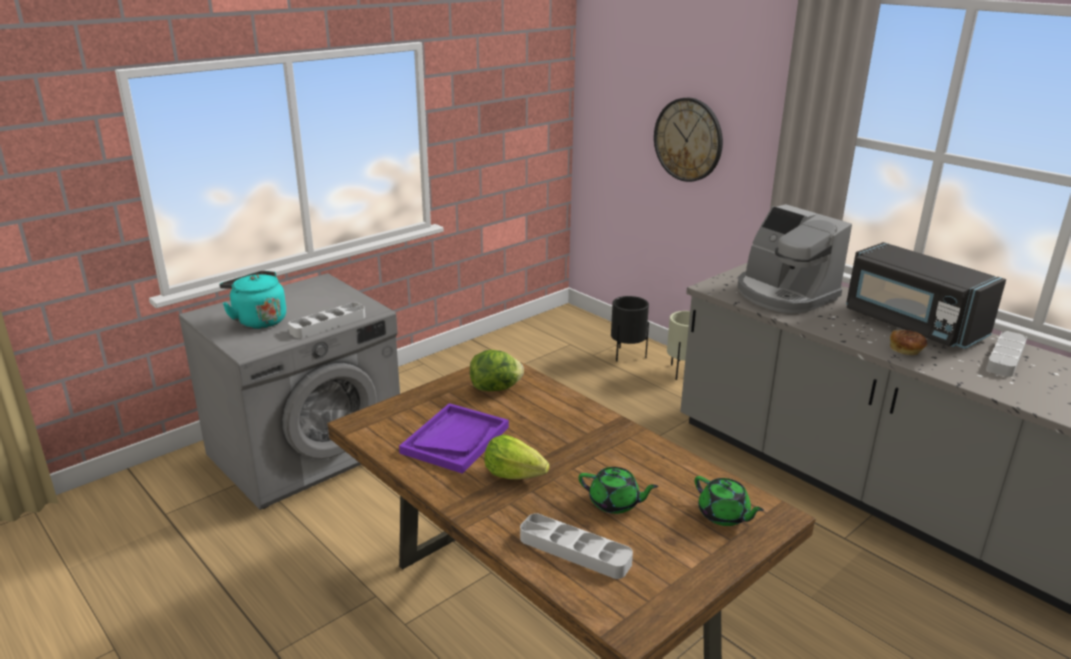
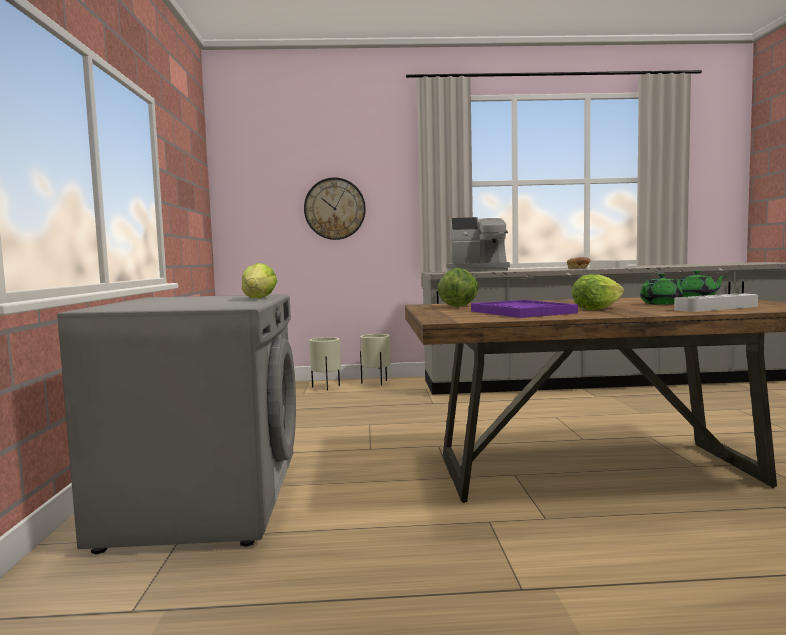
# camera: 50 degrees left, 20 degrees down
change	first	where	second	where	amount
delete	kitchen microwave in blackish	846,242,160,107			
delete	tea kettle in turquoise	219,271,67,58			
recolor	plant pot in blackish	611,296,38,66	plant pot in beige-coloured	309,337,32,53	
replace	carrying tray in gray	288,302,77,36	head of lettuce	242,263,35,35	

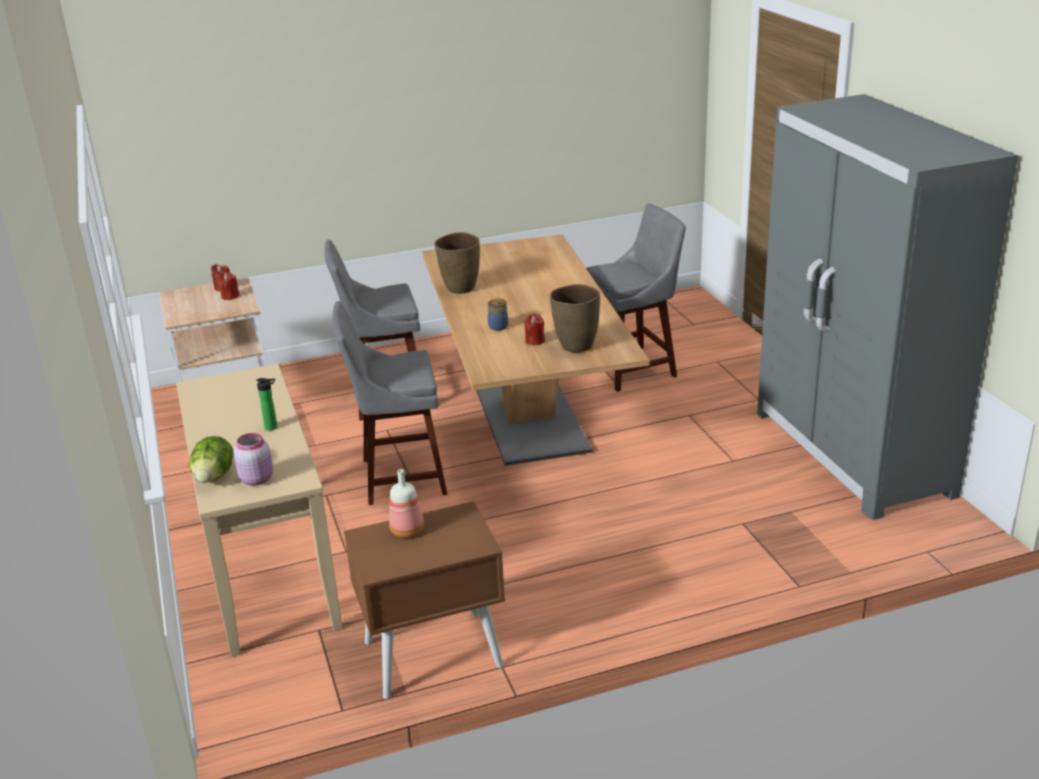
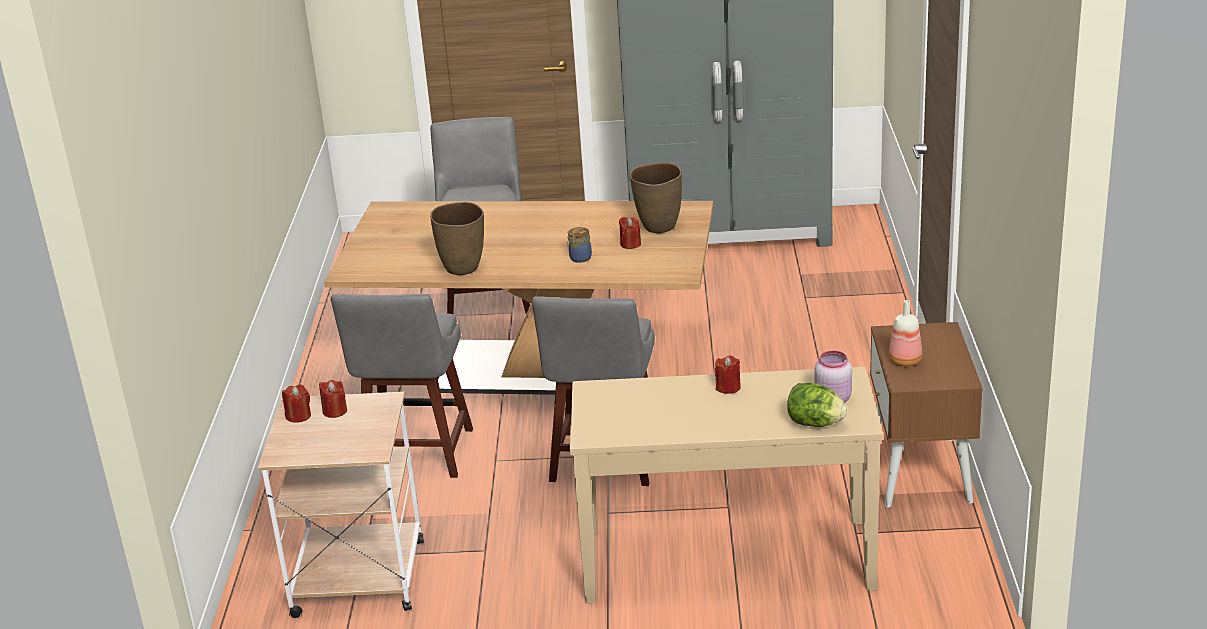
# camera: 70 degrees left, 0 degrees up
change	first	where	second	where	amount
replace	beverage bottle	256,378,21,52	candle in reddish	715,356,26,38	

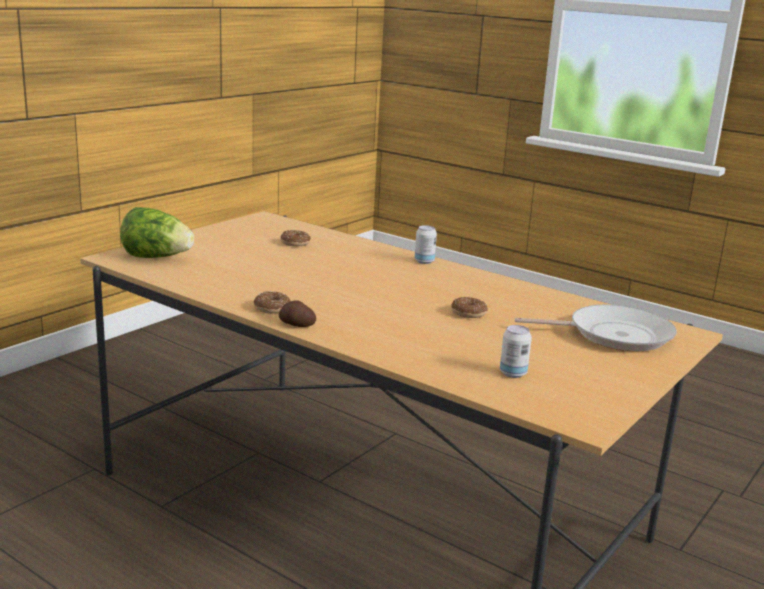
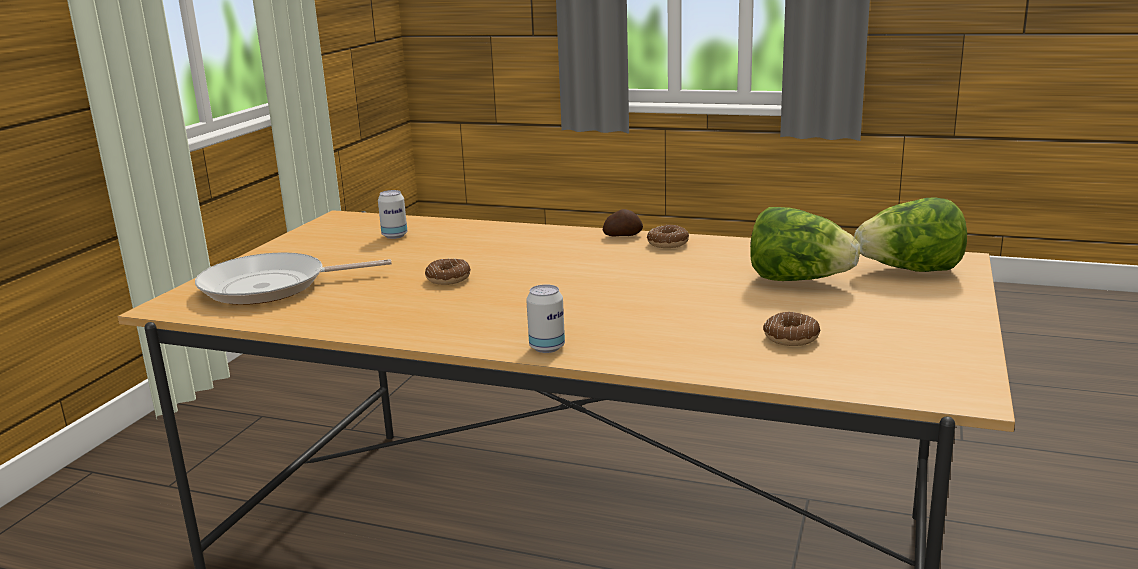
# camera: 165 degrees right, 0 degrees up
change	first	where	second	where	amount
insert			head of lettuce	750,207,110,74	

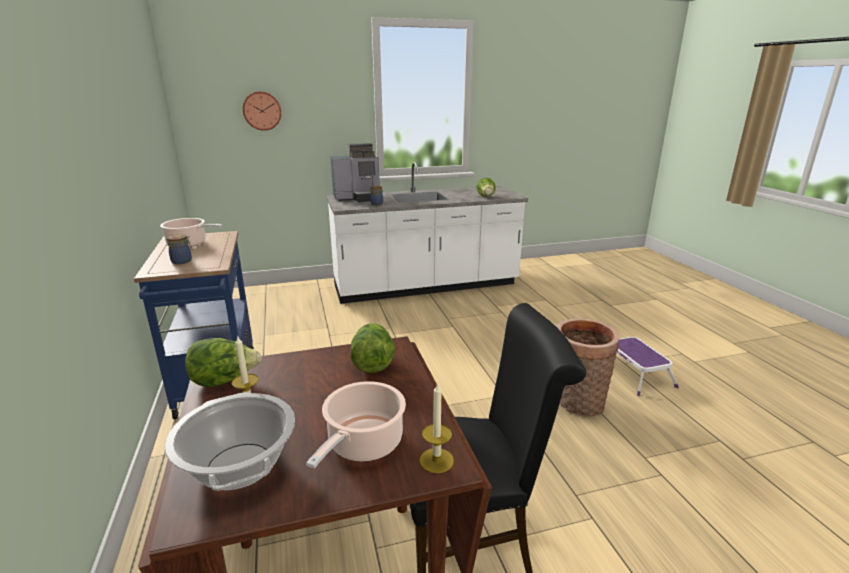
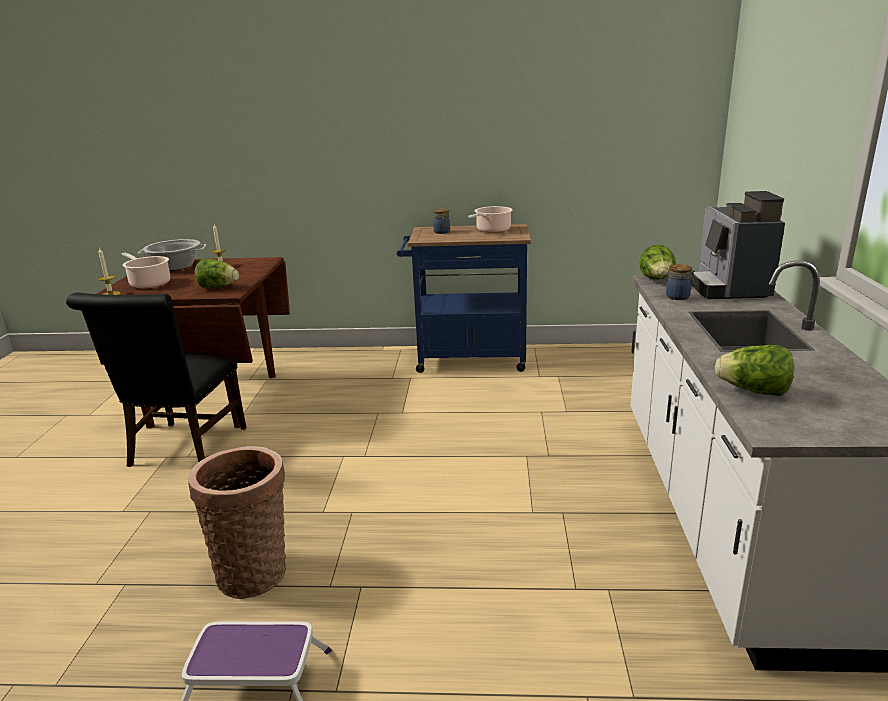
# camera: 110 degrees right, 0 degrees up
change	first	where	second	where	amount
delete	wall clock	243,91,39,40			
move	head of lettuce	185,338,77,49		639,244,37,36	

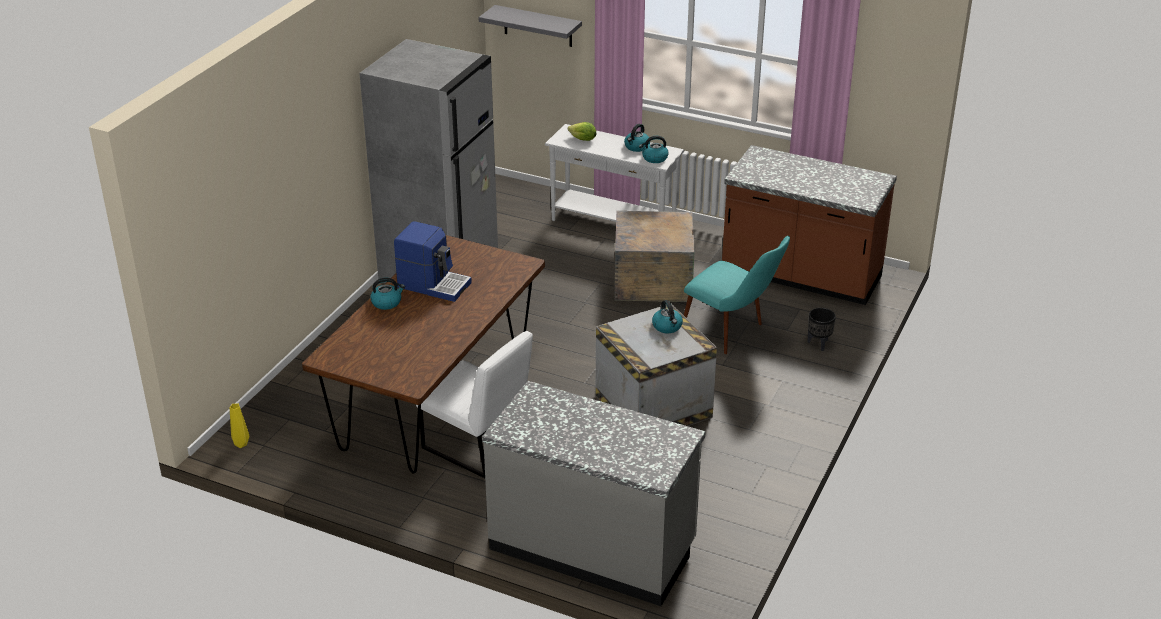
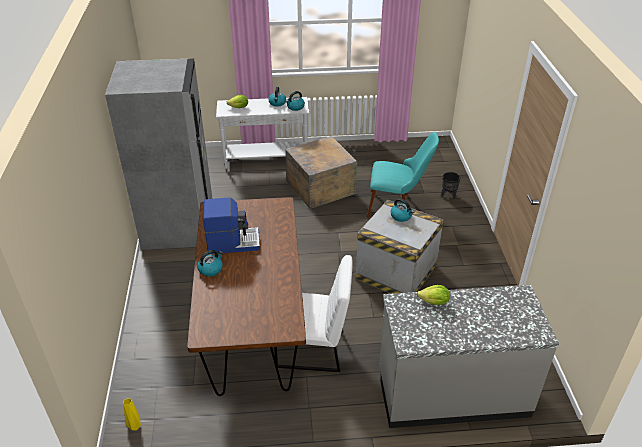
# camera: 30 degrees left, 5 degrees up
change	first	where	second	where	amount
delete	wall shelf in gray	479,5,103,42			
delete	counter in brown	722,145,175,160			
insert			head of lettuce	417,285,33,20	

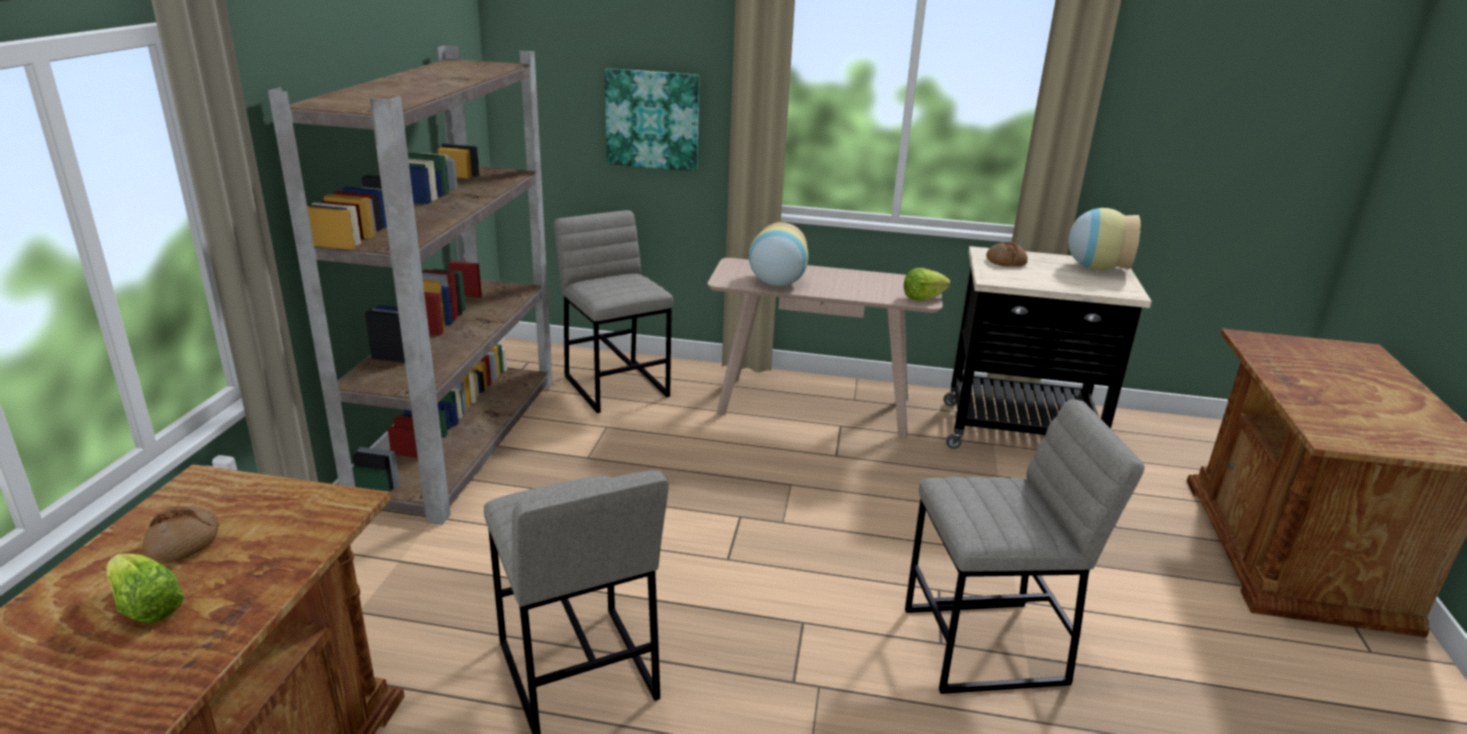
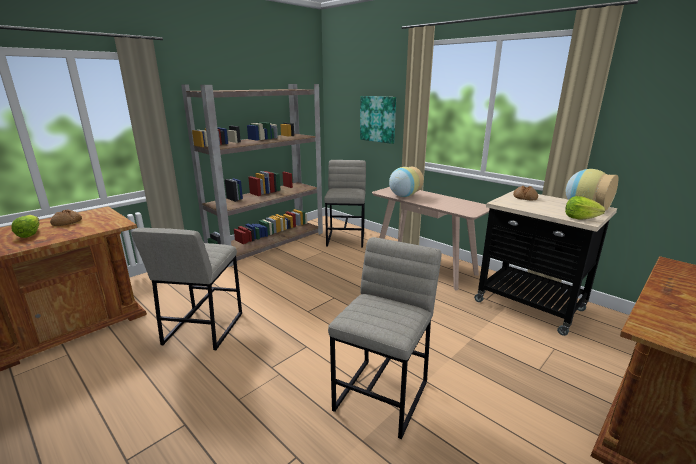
# camera: 35 degrees right, 5 degrees down
change	first	where	second	where	amount
move	head of lettuce	904,268,47,33		565,196,40,24	
rotate	upright chair in gray	905,399,240,295		328,237,114,202	90 degrees counterclockwise

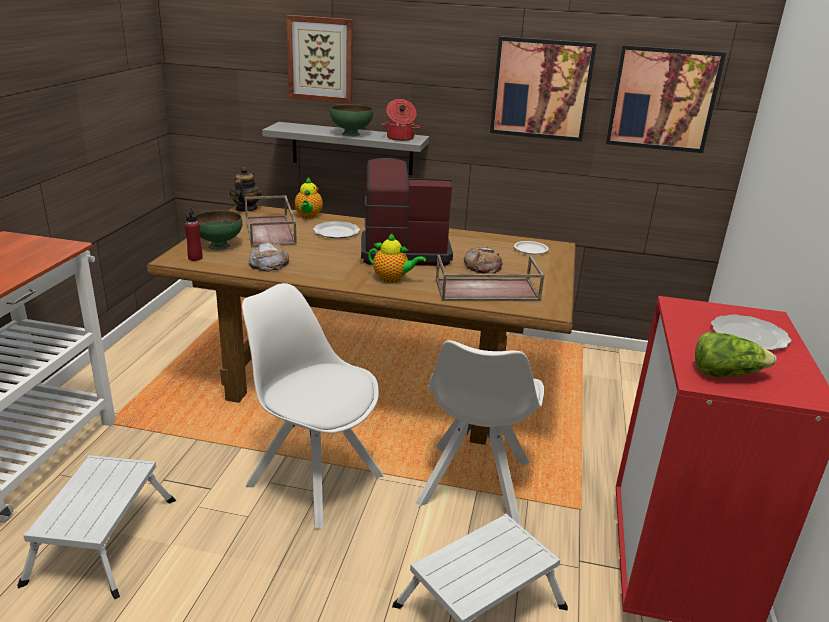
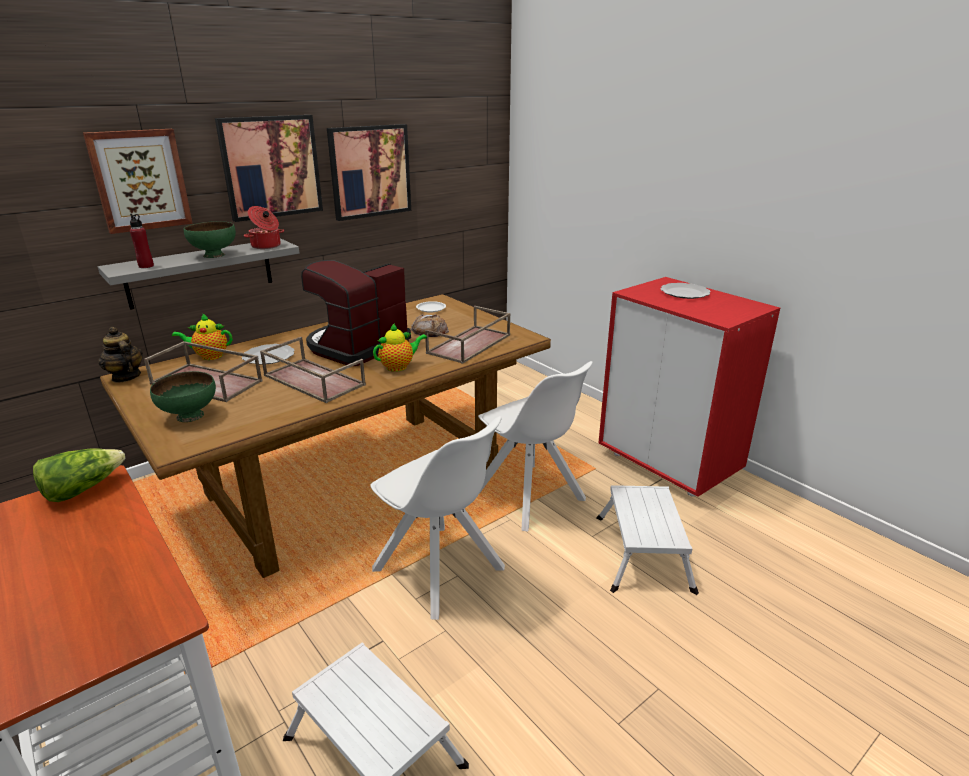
# camera: 50 degrees left, 0 degrees up
change	first	where	second	where	amount
move	wall picture	606,45,120,108		215,115,108,107	
rotate	teapot	295,178,28,41		172,313,60,47	135 degrees clockwise
move	beverage bottle in reddish	185,208,18,53		130,214,24,54	
delete	bakery bread	248,242,43,30			
rotate	upright chair in whitish	242,283,142,246		370,416,135,204	120 degrees counterclockwise
move	head of lettuce	695,332,82,45		33,448,92,54	
insert			carrying tray in brown	260,337,106,66	

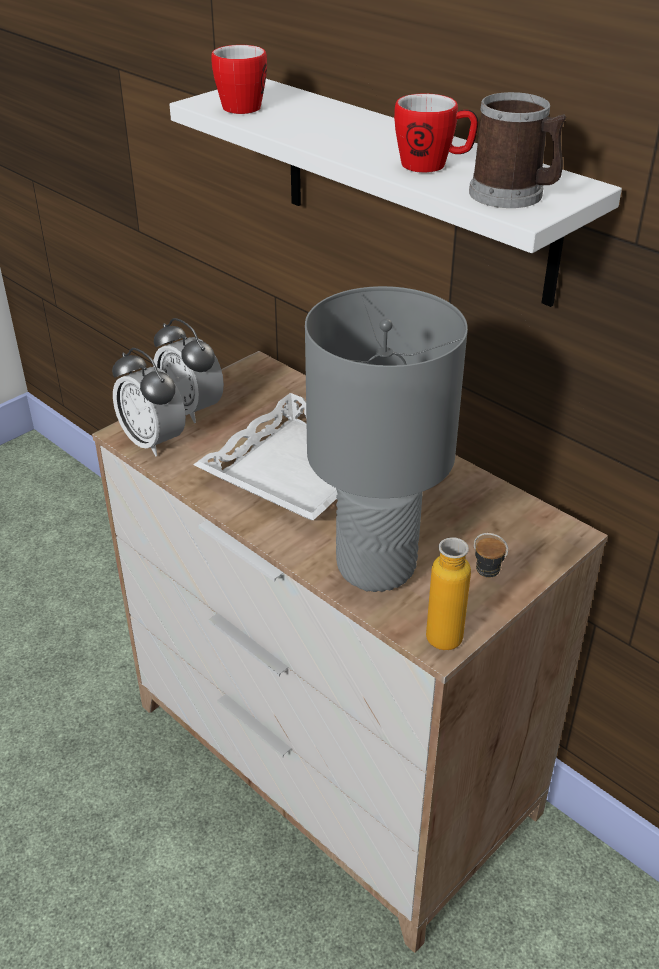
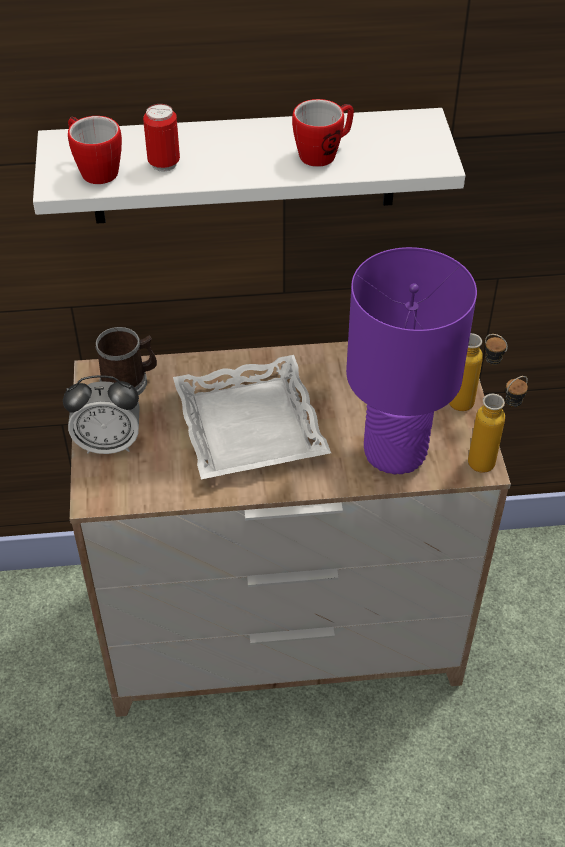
# camera: 50 degrees left, 10 degrees up
change	first	where	second	where	amount
move	coffee mug	469,92,97,116		95,327,62,68	
recolor	lamp for a table in gray	305,286,163,306	lamp for a table in purple-coloured	346,247,131,227	
delete	table clock	112,348,74,109			
insert			sealed can	143,104,37,68	
insert			beverage bottle	449,333,59,78	

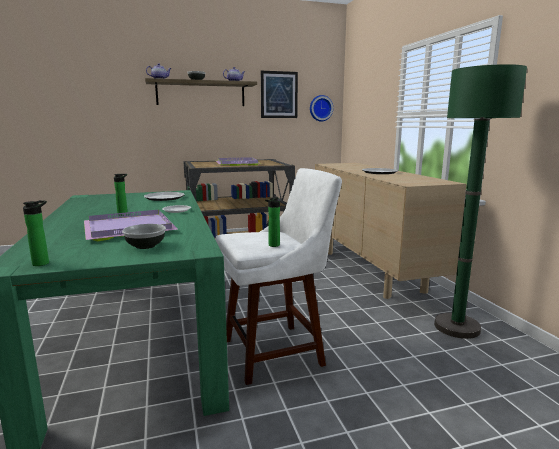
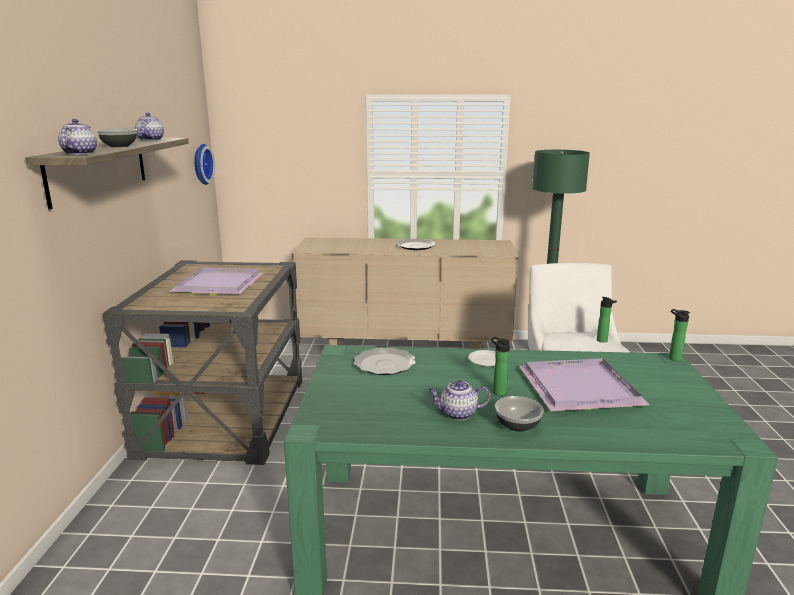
# camera: 70 degrees left, 5 degrees up
change	first	where	second	where	amount
delete	wall picture	261,71,37,47			
move	beverage bottle	23,200,26,66		669,309,21,52	
move	serving bowl	122,224,44,25		495,396,49,36	
insert			teapot	428,380,62,40	

